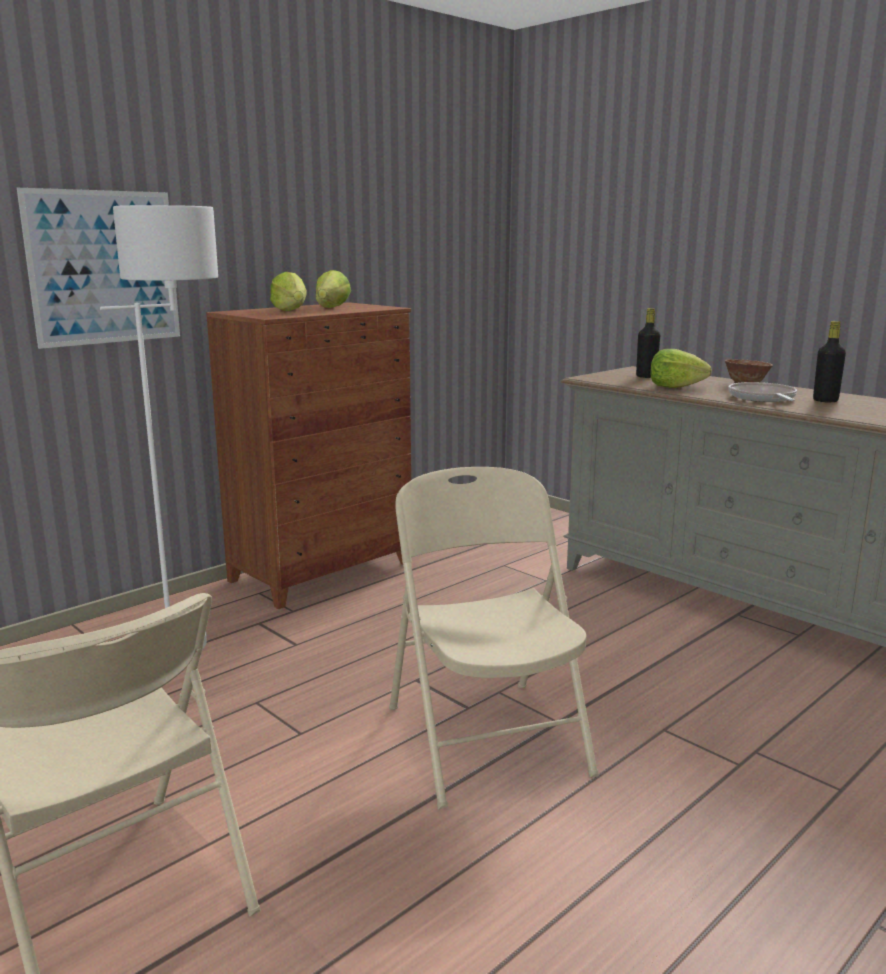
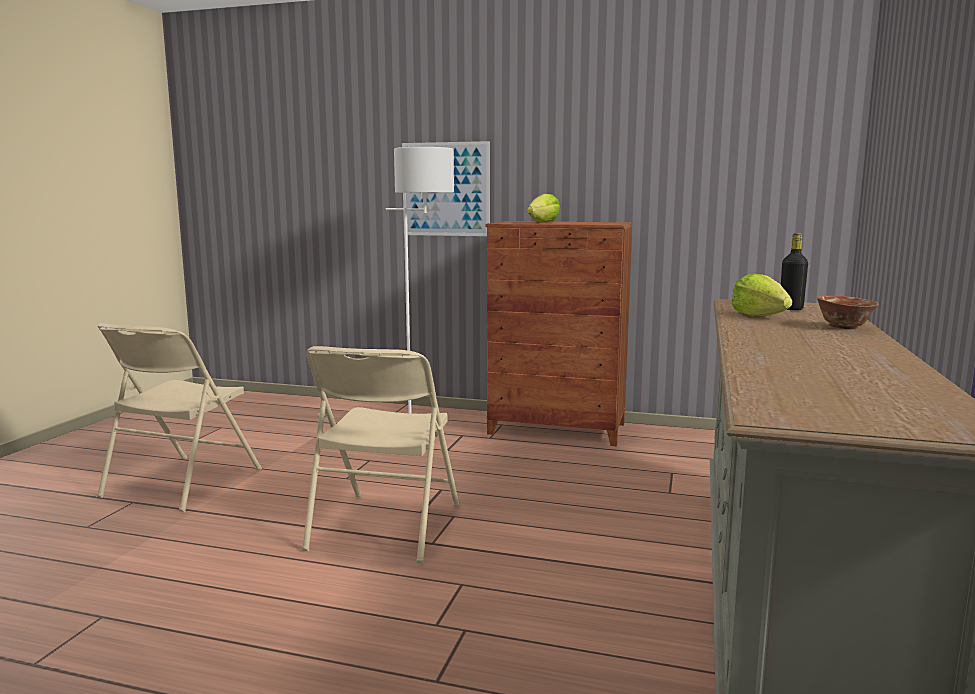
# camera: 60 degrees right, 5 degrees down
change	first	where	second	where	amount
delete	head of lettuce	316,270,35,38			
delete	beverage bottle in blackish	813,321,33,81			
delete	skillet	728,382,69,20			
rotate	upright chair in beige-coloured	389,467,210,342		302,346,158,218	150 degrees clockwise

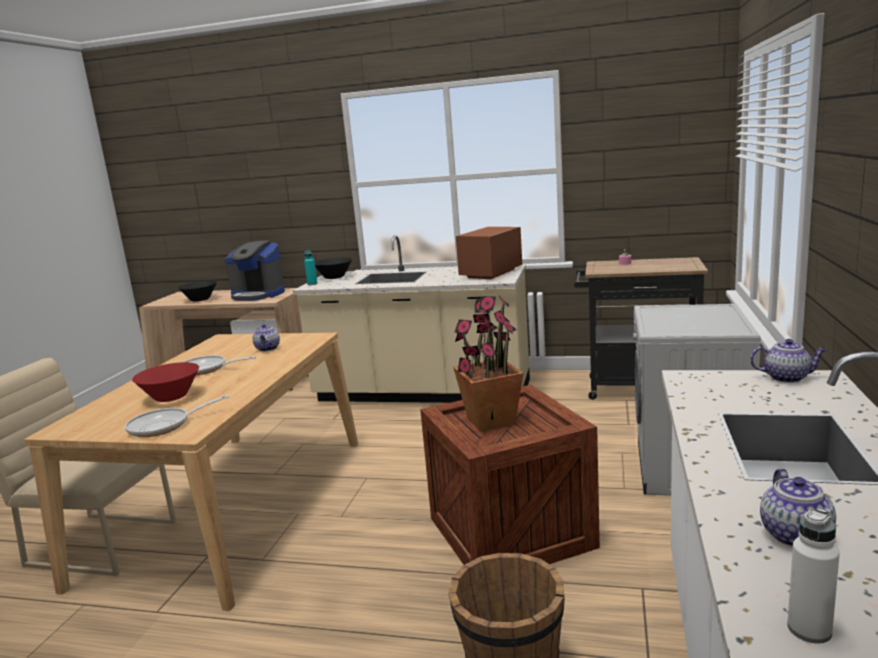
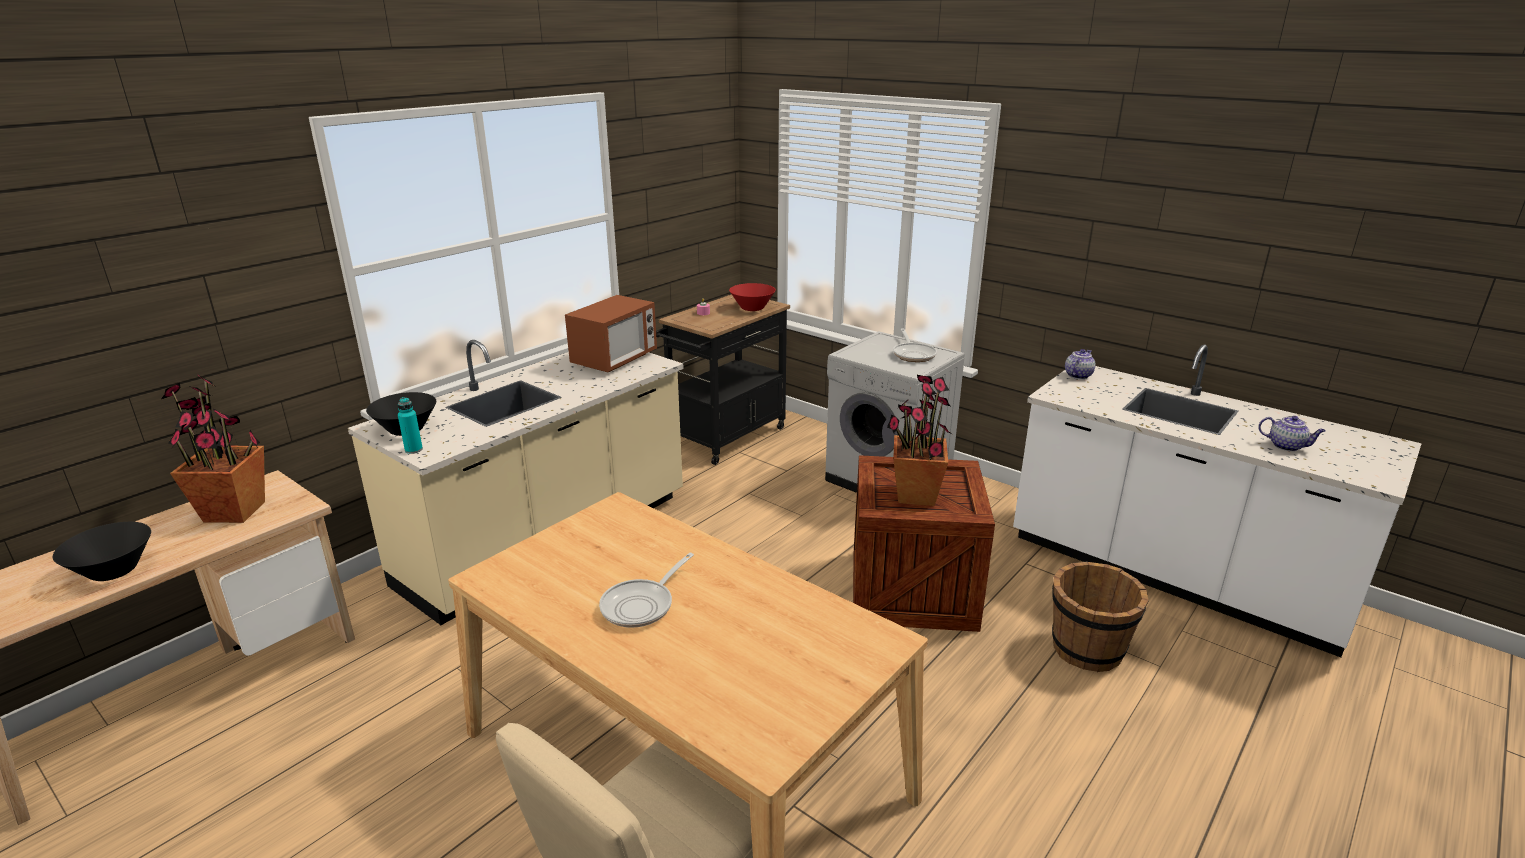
# camera: 65 degrees left, 10 degrees up
change	first	where	second	where	amount
rotate	kitchen microwave	456,227,66,52		565,295,92,77	120 degrees counterclockwise
replace	coffee maker	225,240,60,61	potted plant	161,374,104,149	
delete	teapot	252,324,28,27			
move	serving bowl in reddish	132,362,67,40		729,283,47,28	
move	skillet	125,395,105,42		893,328,44,34	
delete	beverage bottle in whitish	787,508,53,135			

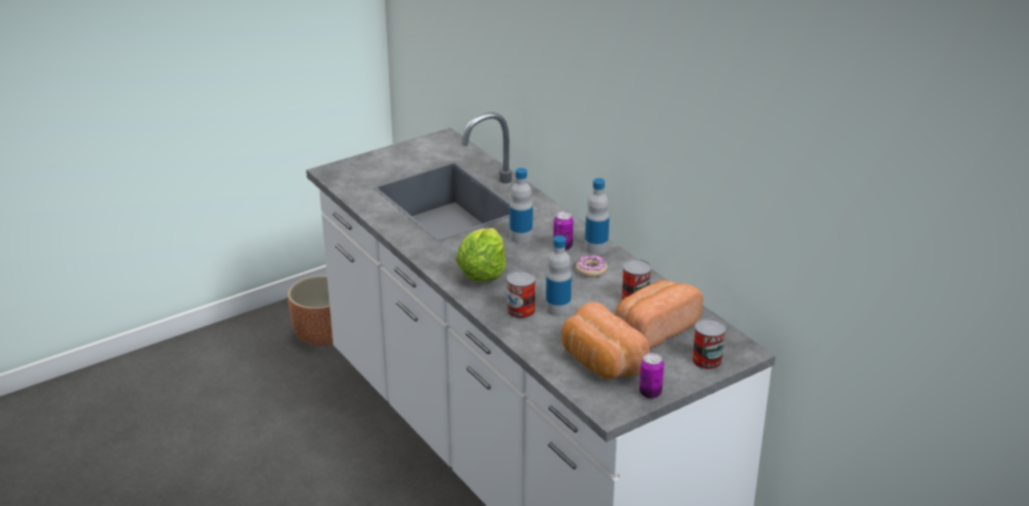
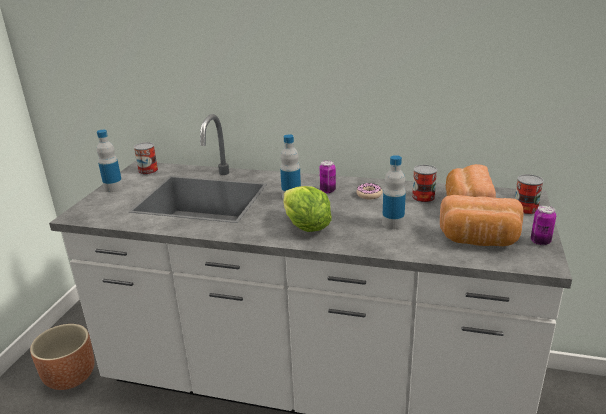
# camera: 40 degrees left, 5 degrees down
change	first	where	second	where	amount
move	beverage bottle	585,178,24,76		97,130,26,62	
move	sealed can	507,270,29,49		134,142,24,33	

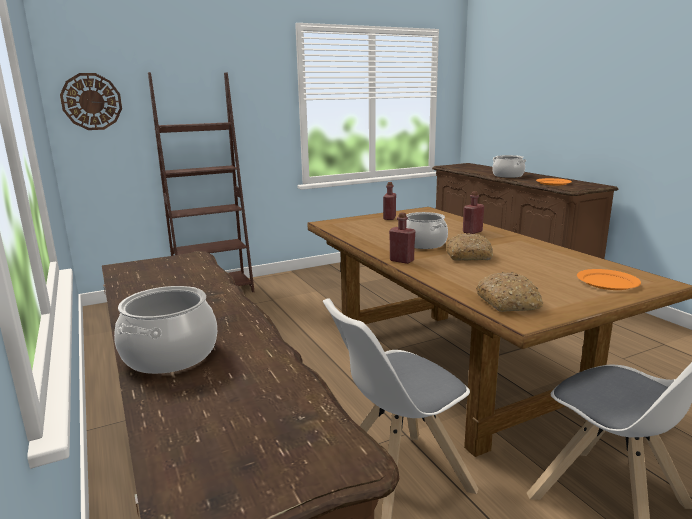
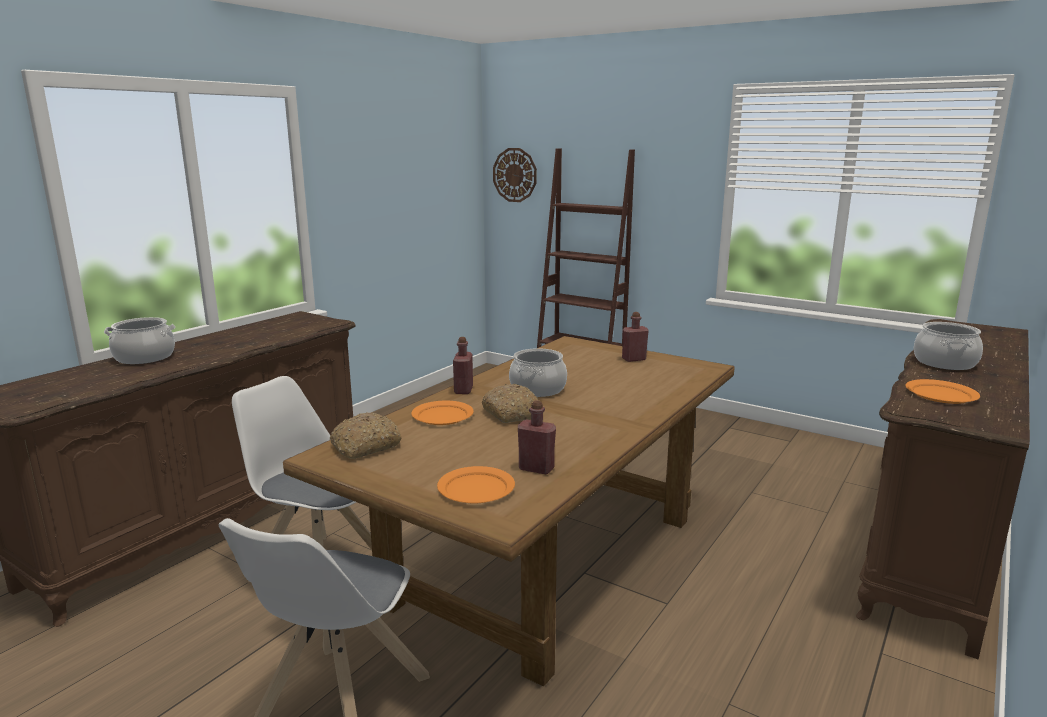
# camera: 60 degrees right, 0 degrees up
change	first	where	second	where	amount
move	beverage bottle in reddish	463,191,21,43		518,401,38,73	
insert			plate in orange	411,401,63,24	

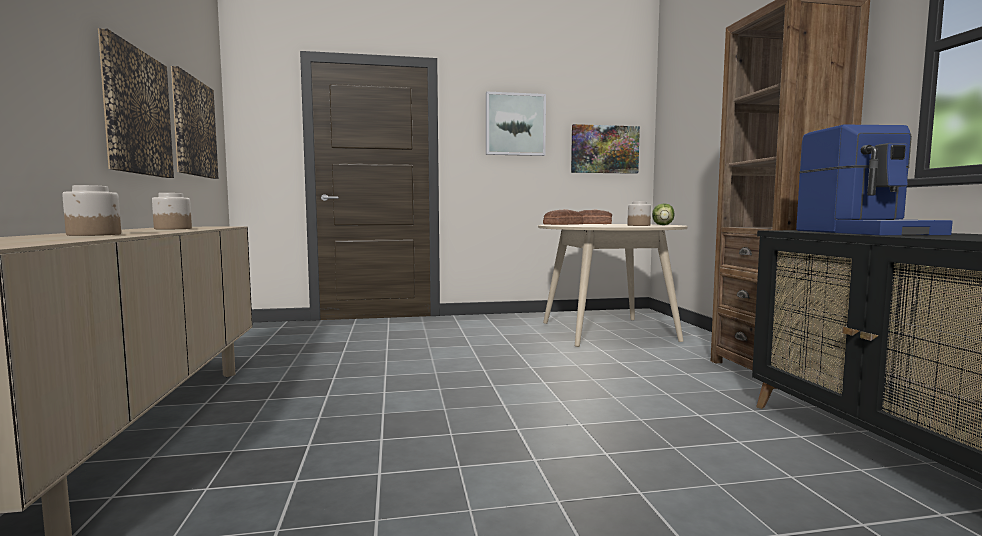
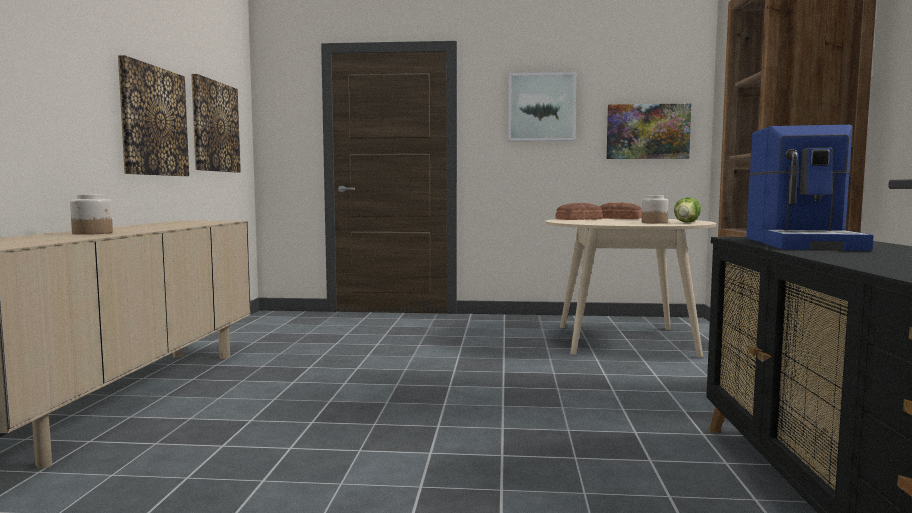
# camera: 15 degrees right, 0 degrees up
change	first	where	second	where	amount
delete	jar	152,193,40,36			

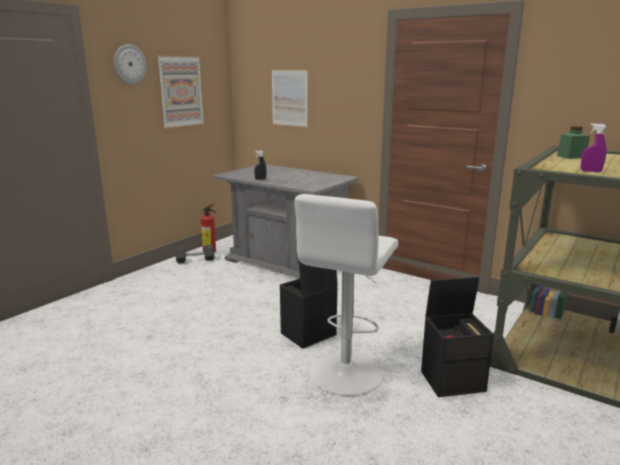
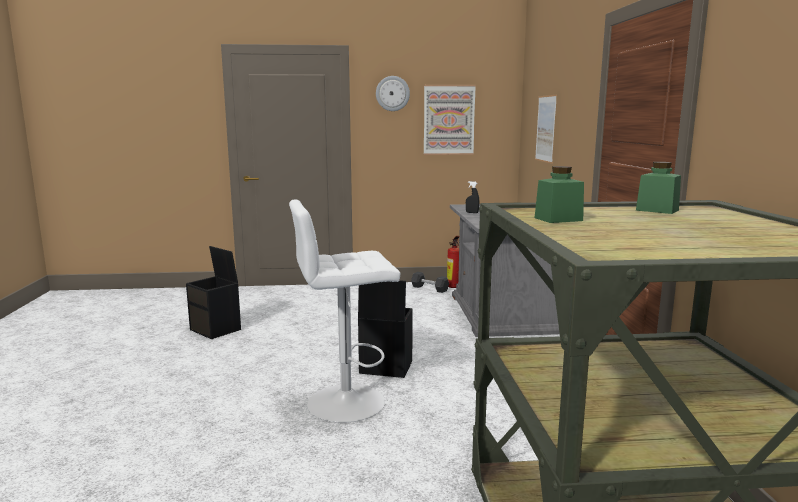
# camera: 50 degrees right, 5 degrees down
change	first	where	second	where	amount
replace	spray bottle in purple-coloured	581,123,26,49	jar in green-coloured	535,166,49,57	
move	storage container in blackish	421,277,73,120		186,246,55,93	

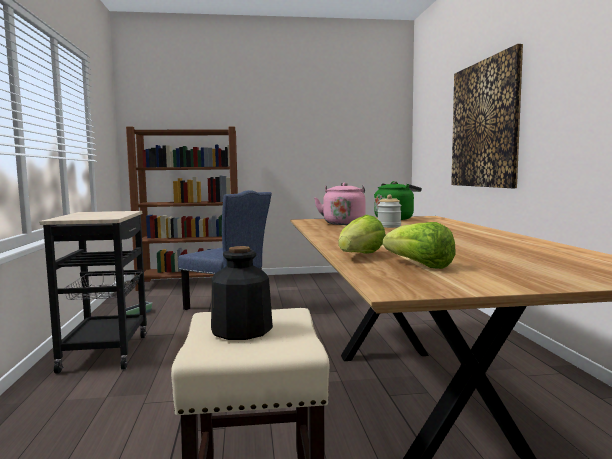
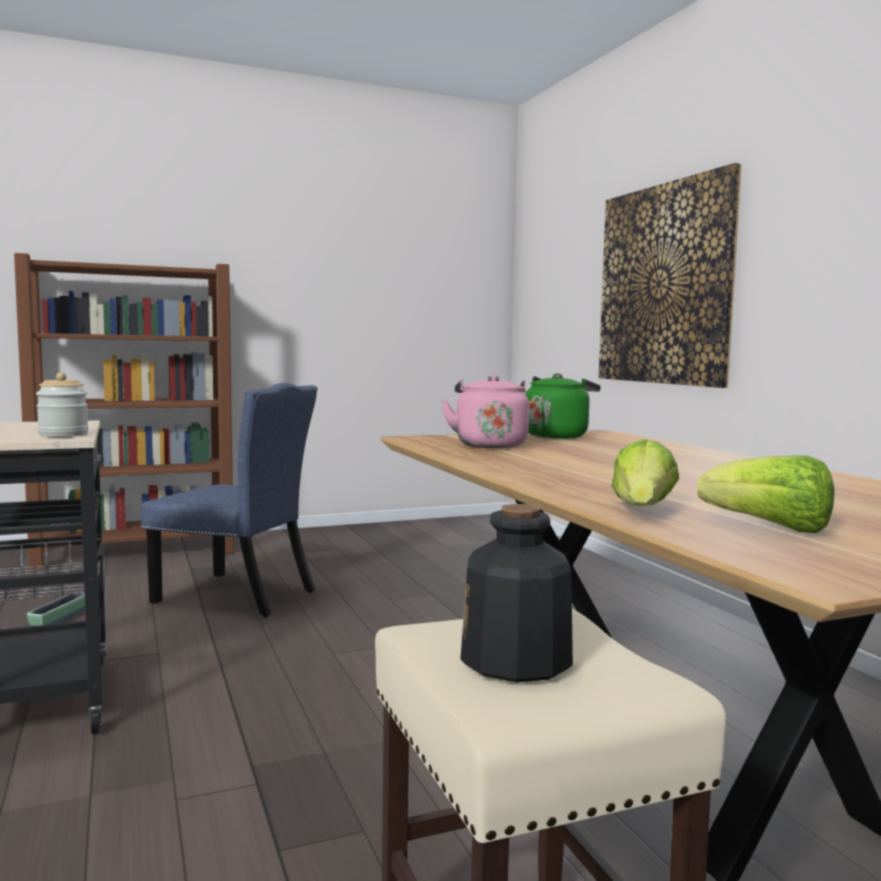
# camera: 15 degrees left, 0 degrees up
change	first	where	second	where	amount
move	jar	377,195,24,33		36,372,53,65	

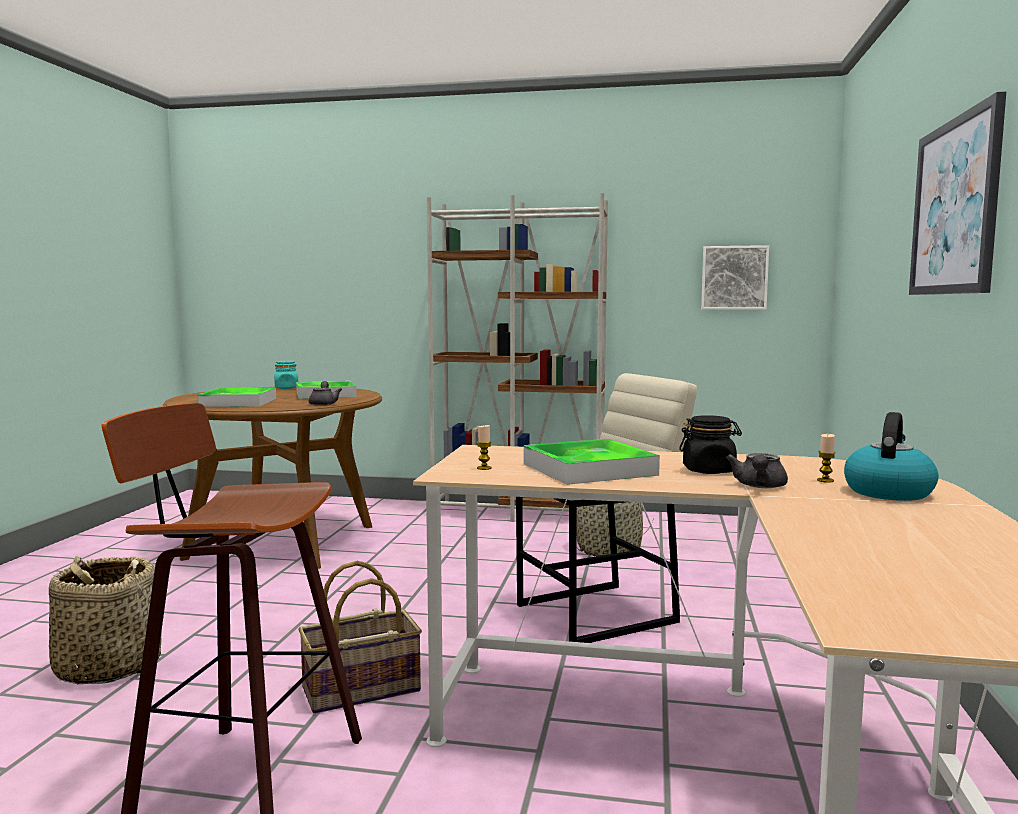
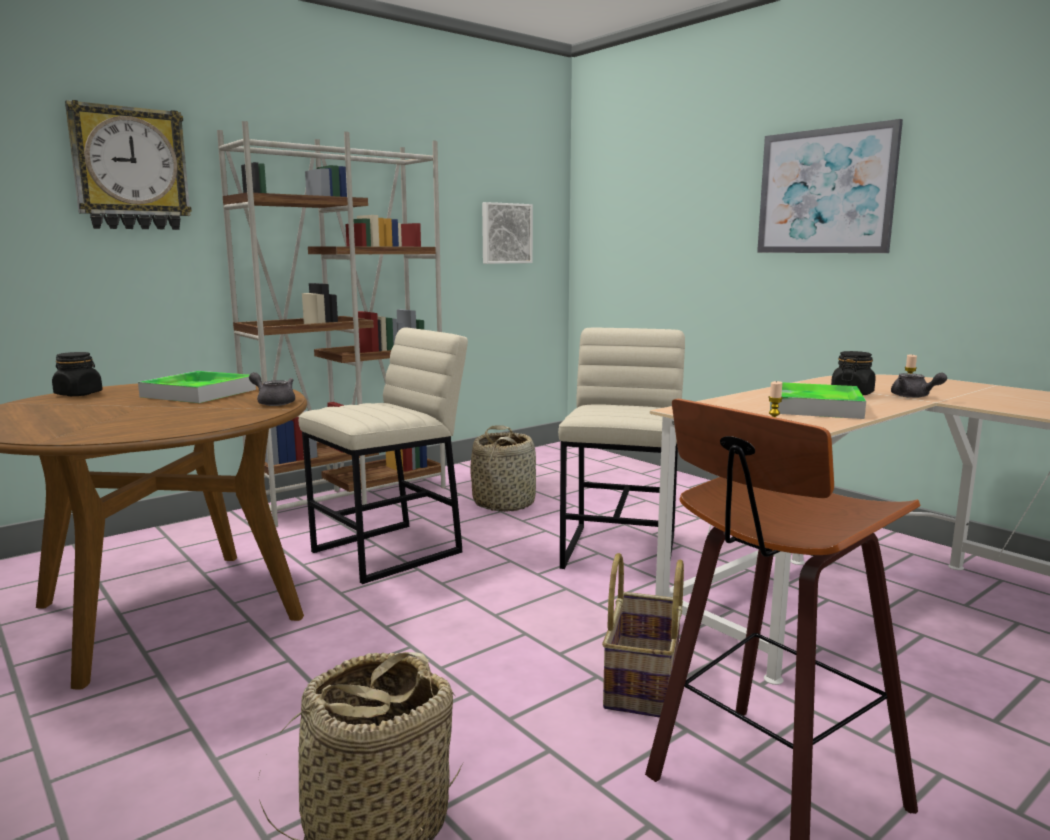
# camera: 50 degrees left, 5 degrees up
change	first	where	second	where	amount
recolor	jar in turquoise	274,361,24,28	jar in blackish	52,352,51,44	
delete	carrying tray	197,388,79,19			
delete	tea kettle	844,412,95,89			
insert			wall clock	65,100,127,130	
insert			upright chair in beige-coloured	299,327,169,257	

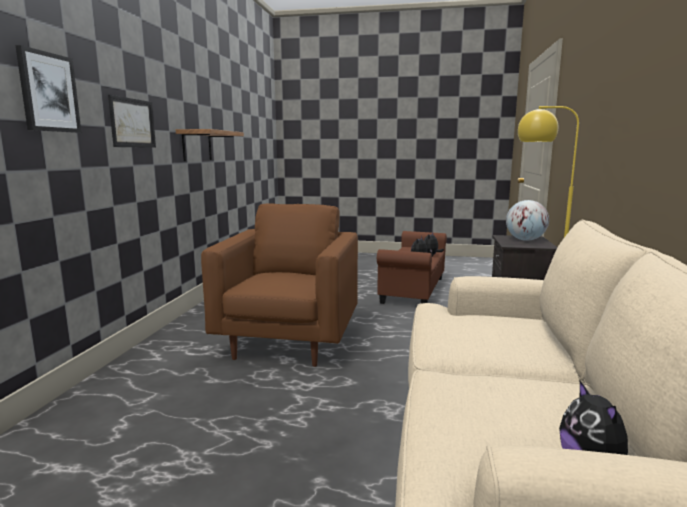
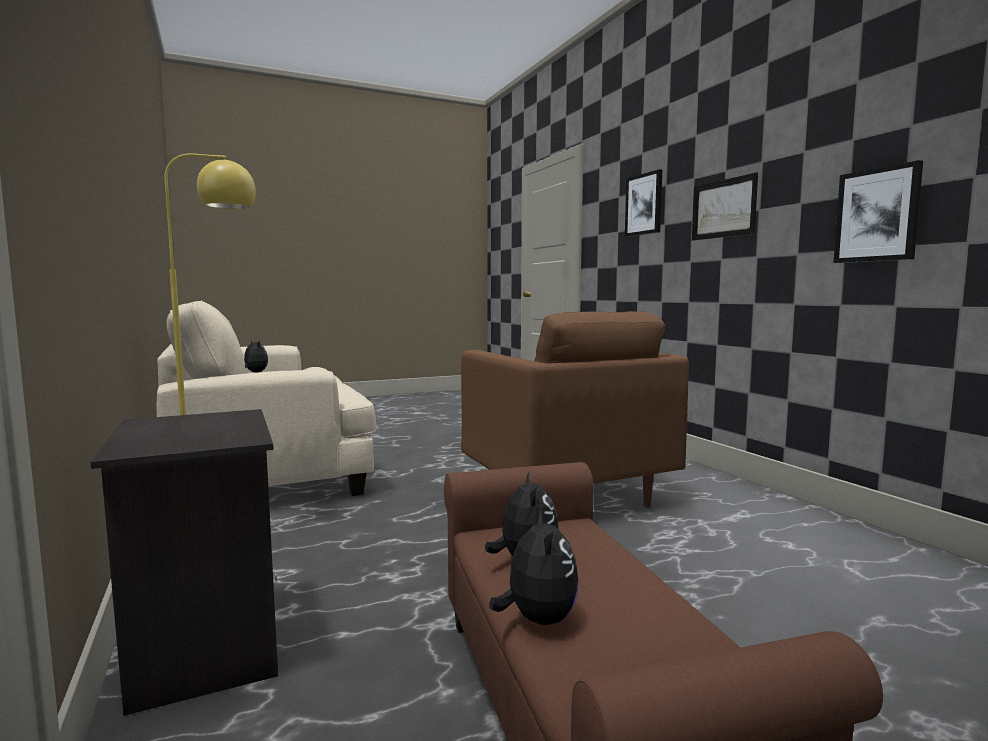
# camera: 145 degrees right, 5 degrees down
change	first	where	second	where	amount
replace	wall shelf	176,129,68,32	wall picture	833,160,90,103	
delete	desk globe	506,200,43,41			

